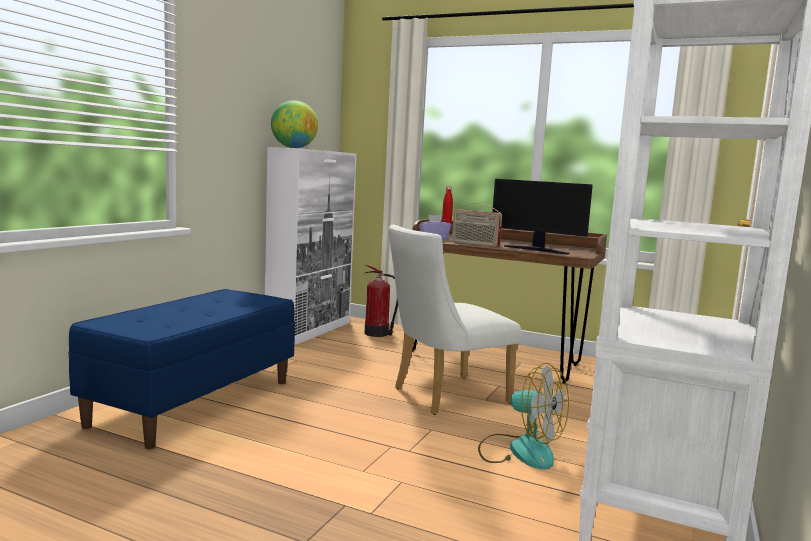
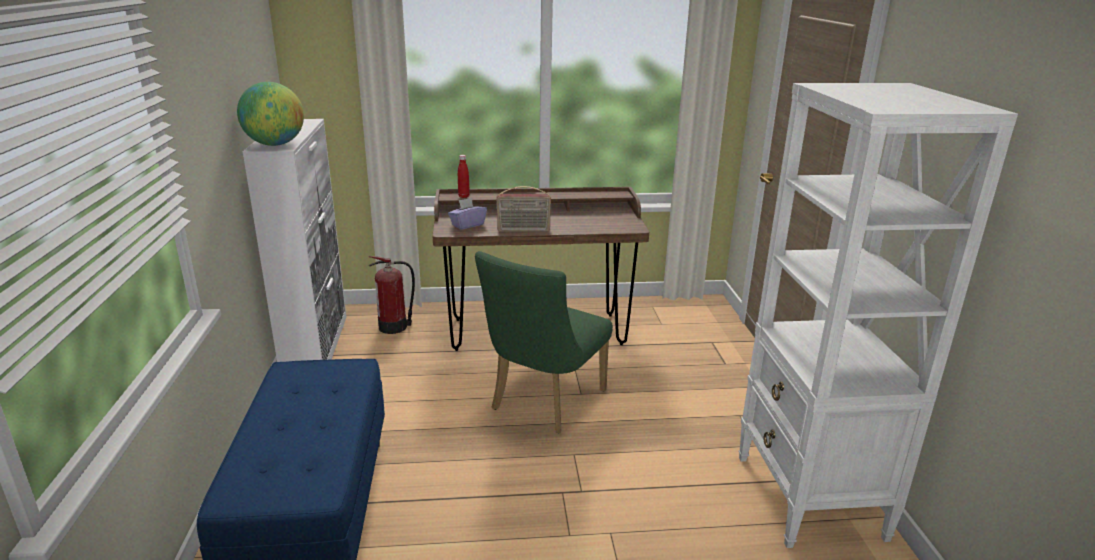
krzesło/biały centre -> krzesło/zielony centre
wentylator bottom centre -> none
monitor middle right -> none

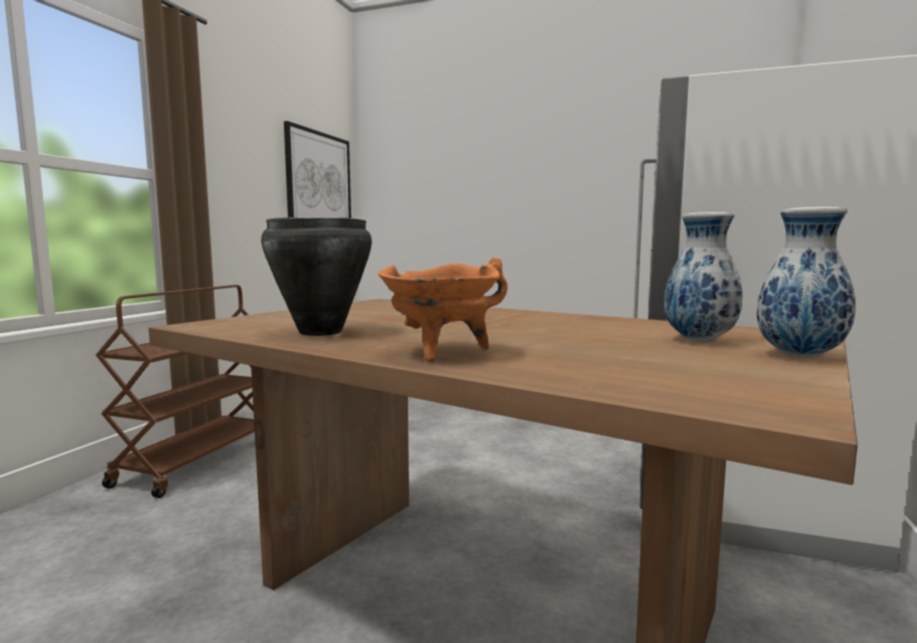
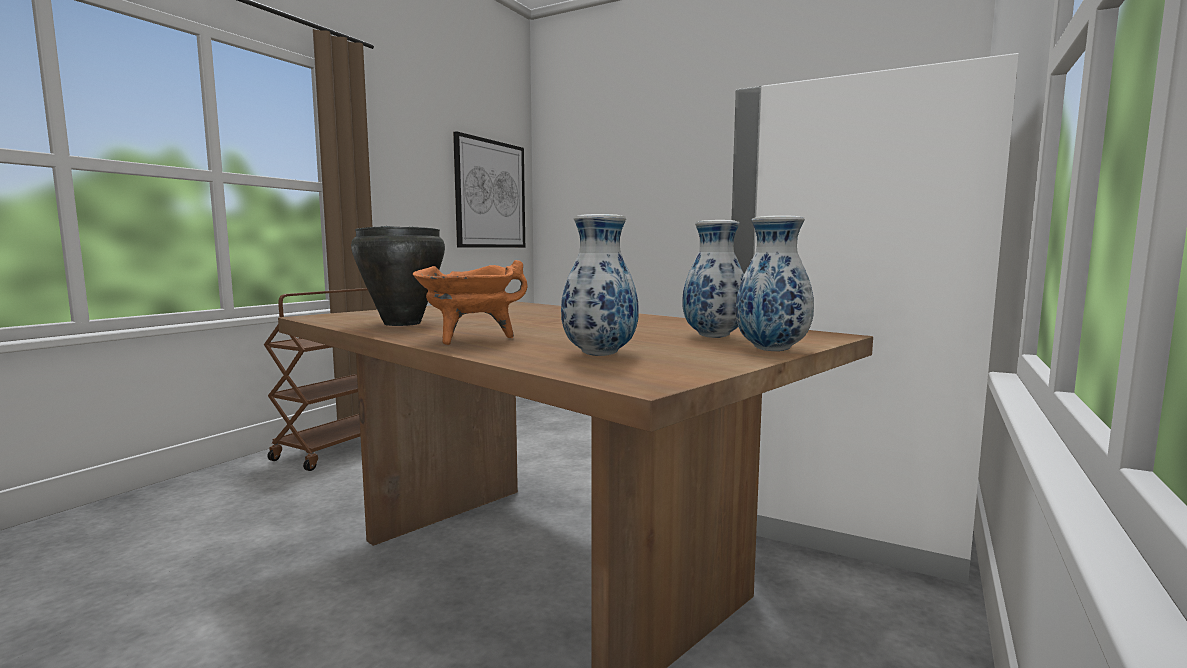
none -> wazon (no. 1 from left) centre

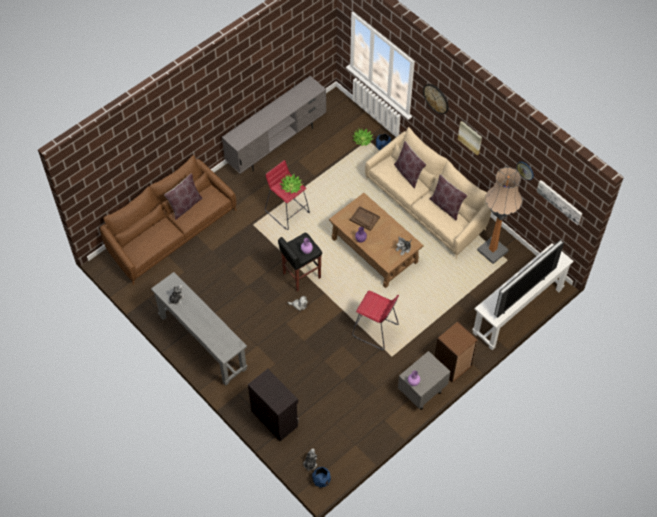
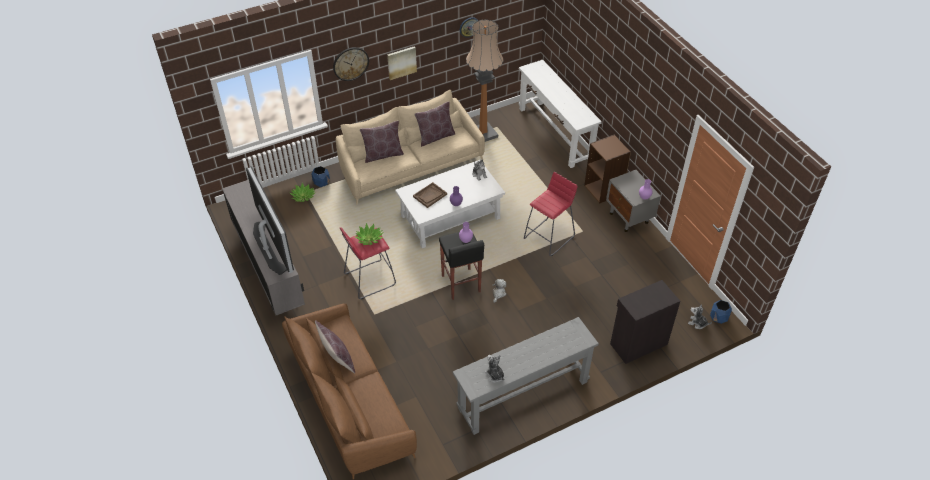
telewizor middle right -> telewizor middle left, shifted
ława/brązowy centre -> ława/biały centre
obraz (no. 2 from left) middle right -> none

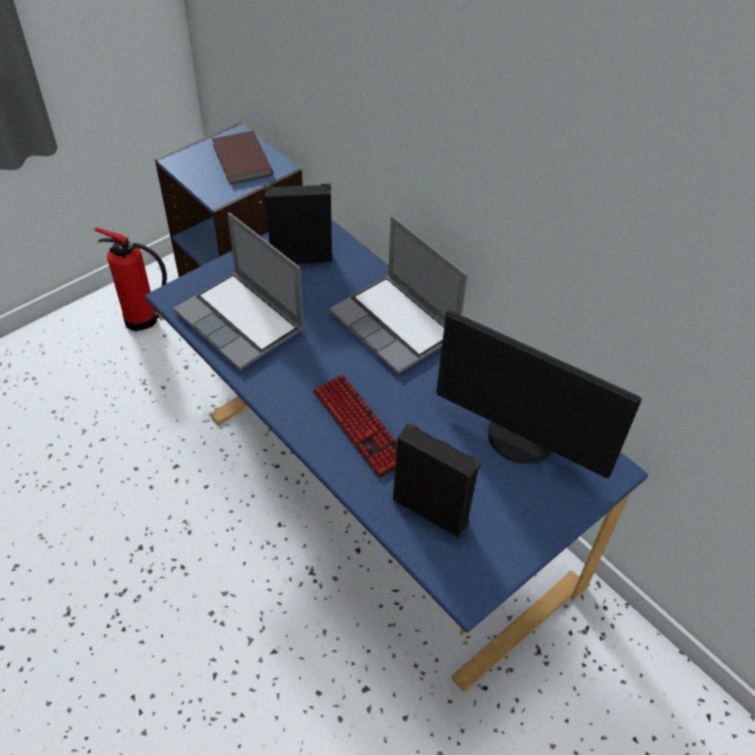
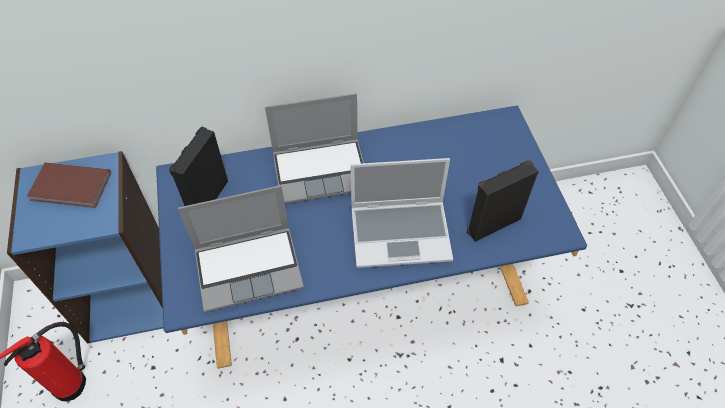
klawiatura centre -> laptop (no. 3 from left) centre
monitor middle right -> none

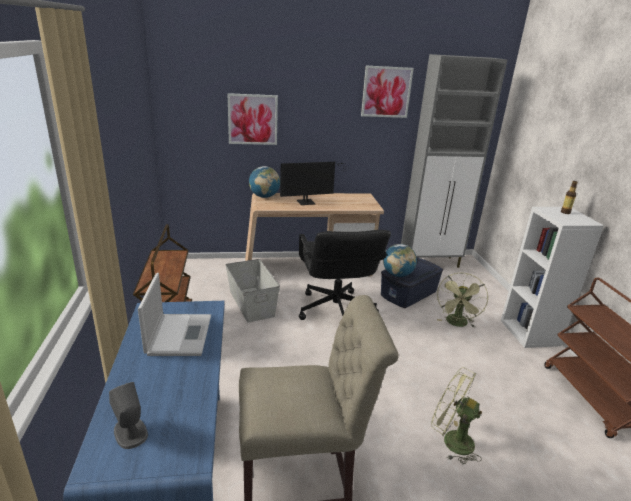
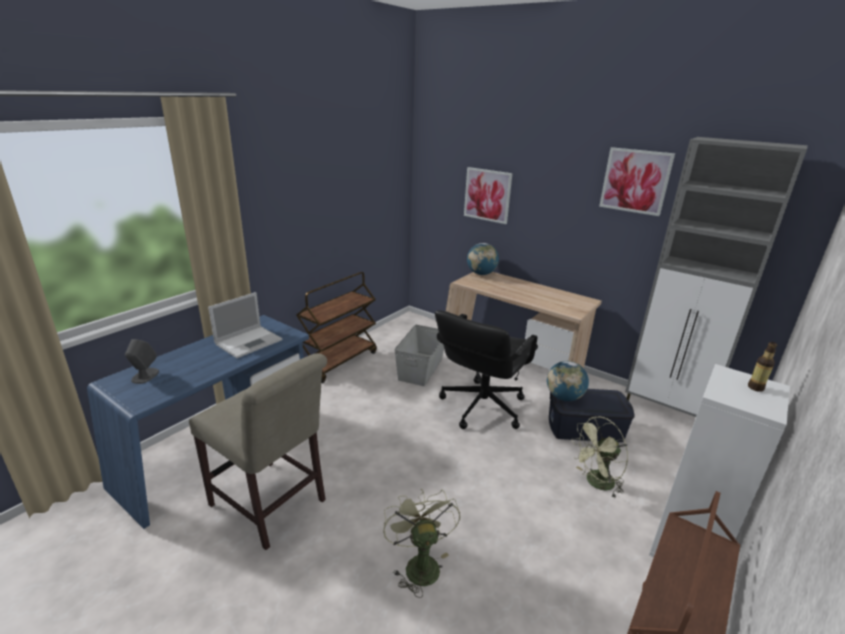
monitor centre -> none

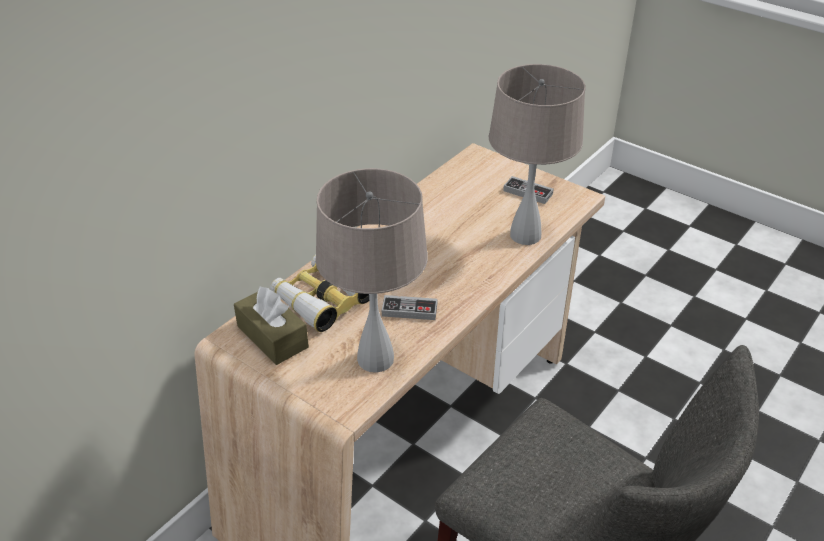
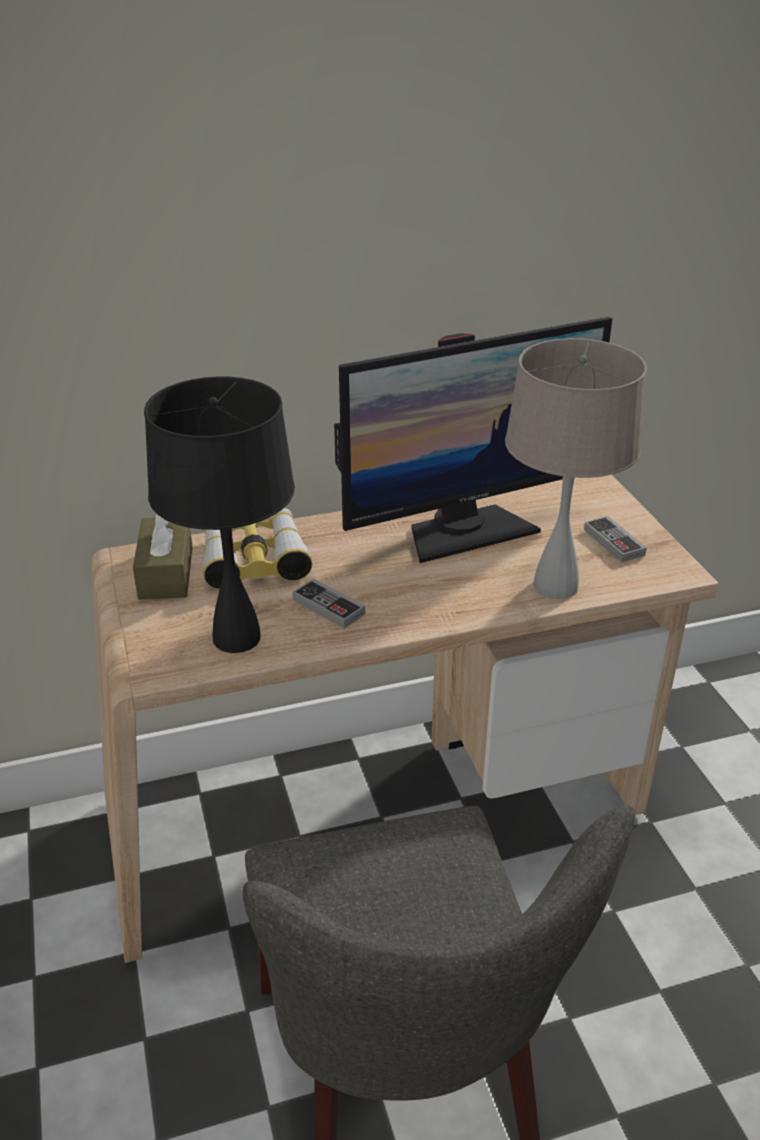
lampa stołowa/beżowy (no. 1 from left) centre -> lampa stołowa/czarny middle left
none -> monitor centre

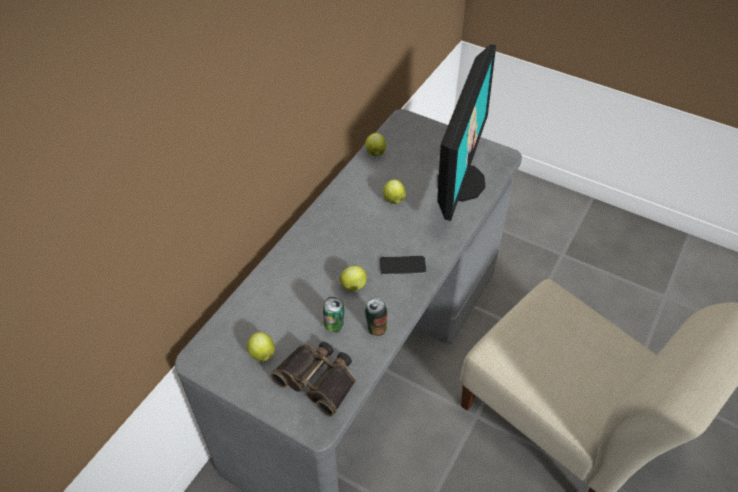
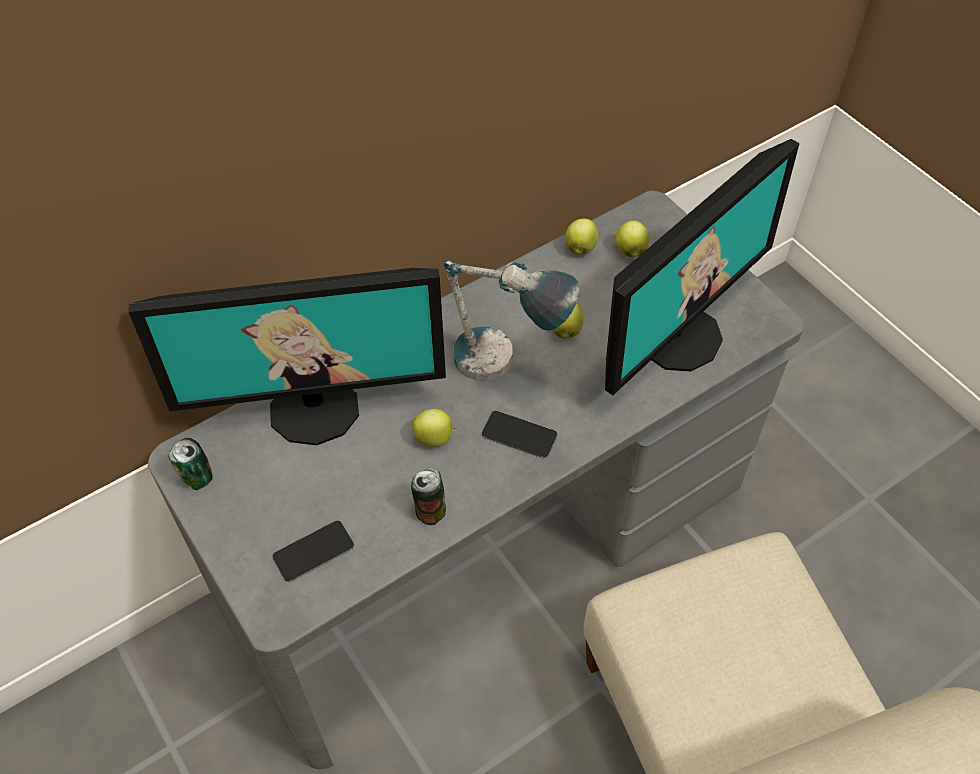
none -> monitor (no. 1 from left) middle left
puszka (no. 1 from left) centre -> puszka (no. 1 from left) middle left, shifted
lornetka bottom centre -> telefon (no. 1 from left) bottom left
none -> lampa stołowa centre
jabłko (no. 1 from left in the first image) bottom centre -> jabłko (no. 4 from left) top centre, shifted

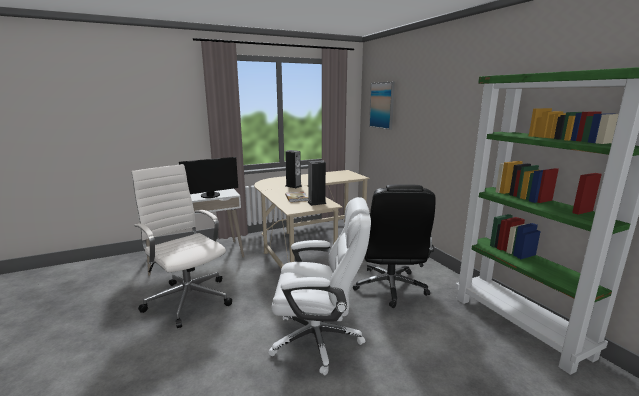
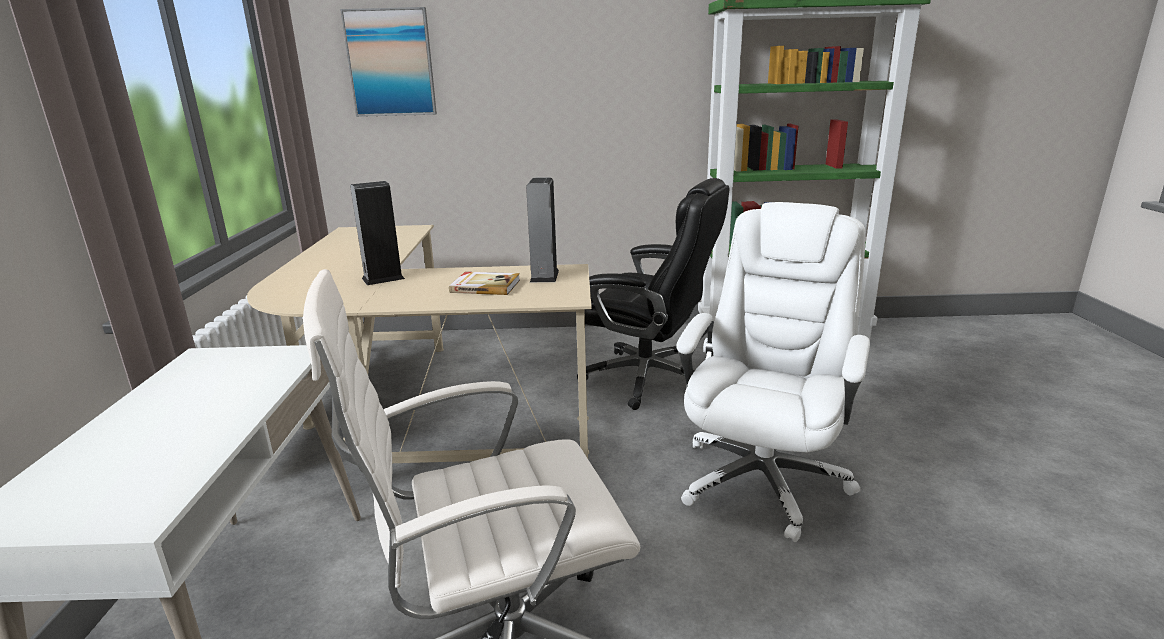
monitor middle left -> none

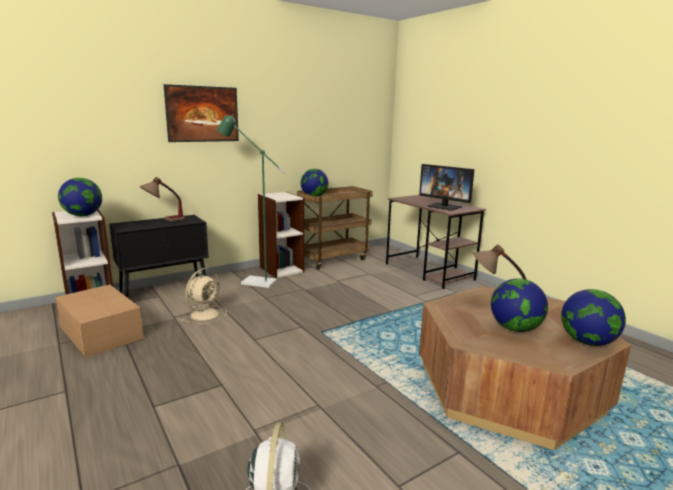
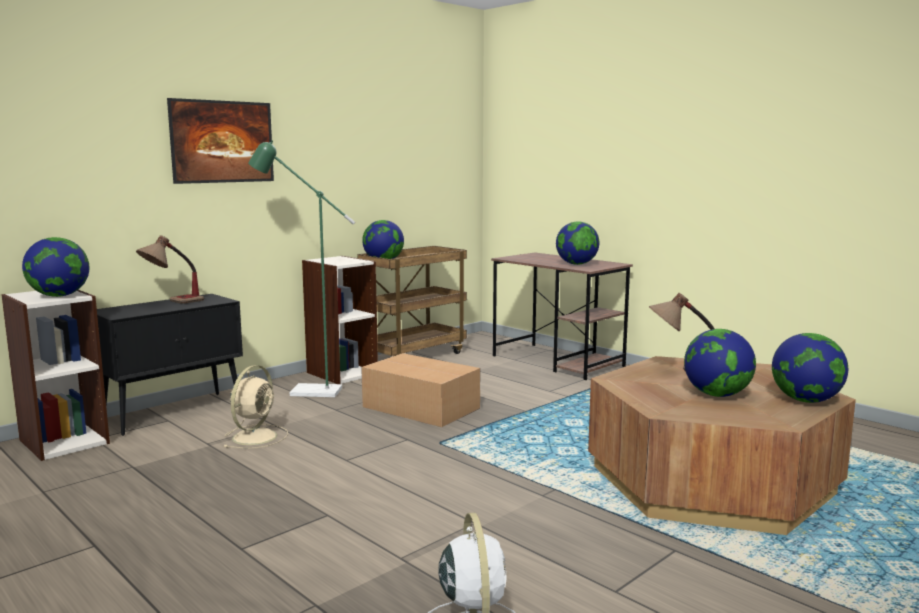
karton middle left -> karton centre, shifted
monitor centre -> globus (no. 3 from left) centre

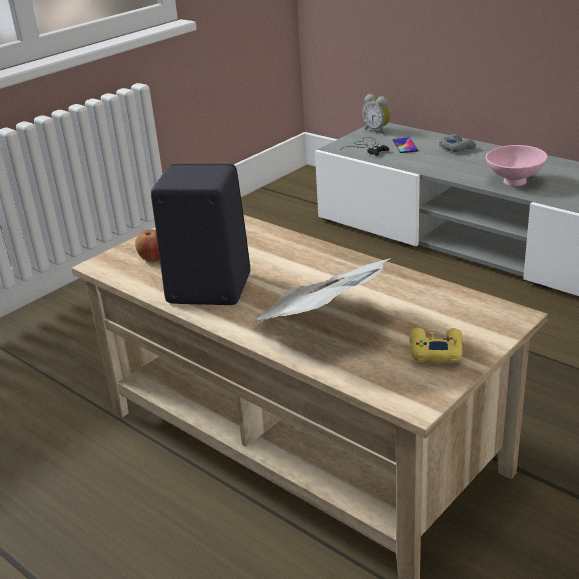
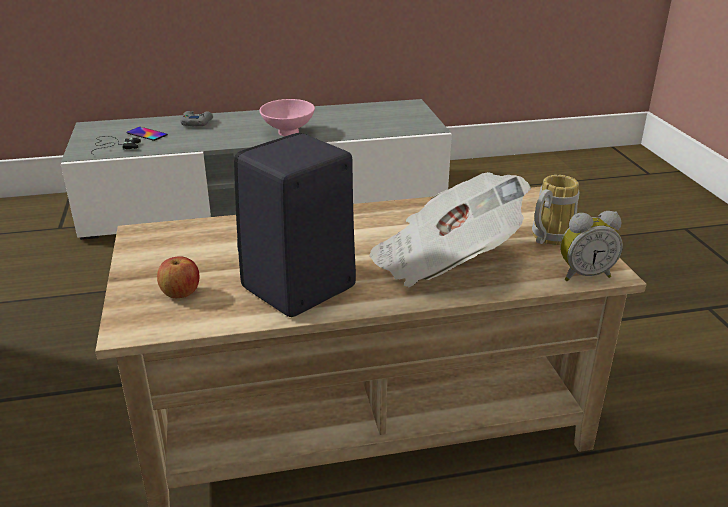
pad do gier/żółty middle right -> kubek middle right
budzik top centre -> budzik middle right, shifted

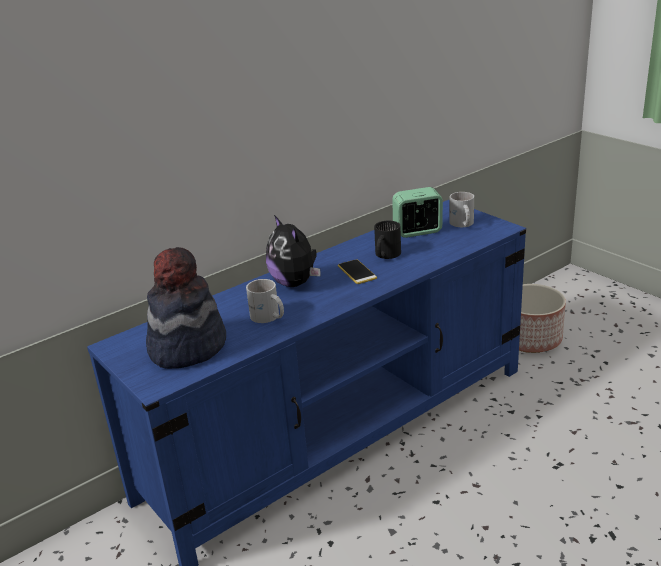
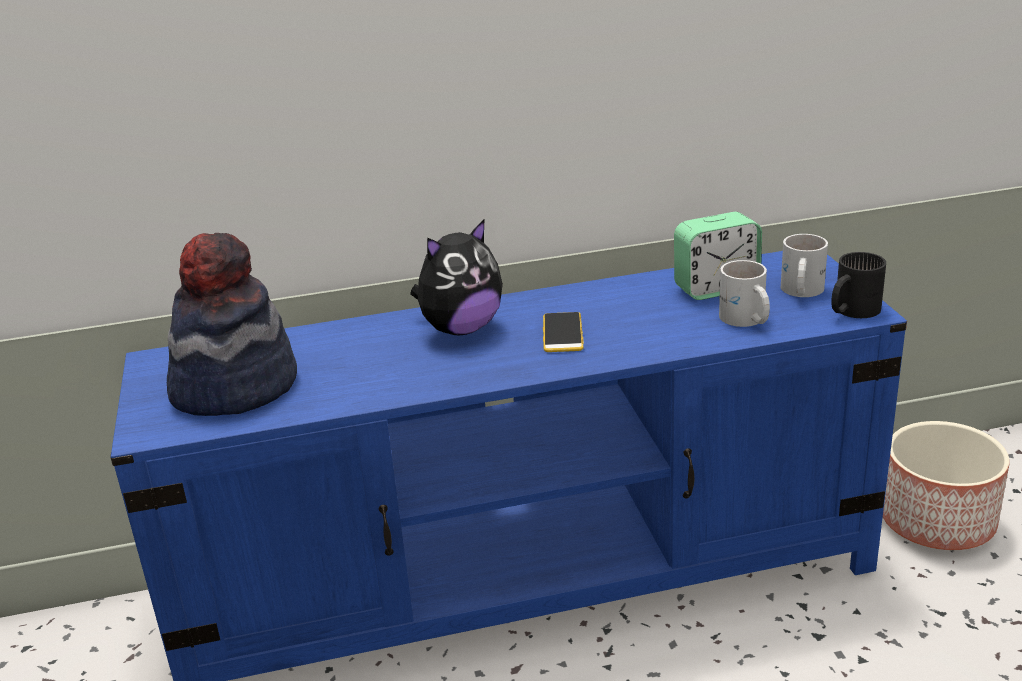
pluszak centre, 120 degrees counterclockwise
budzik centre -> budzik middle right, 150 degrees clockwise
kubek/biały (no. 1 from left) centre -> kubek/biały (no. 1 from left) middle right, shifted
kubek/czarny centre -> kubek/czarny middle right, shifted

